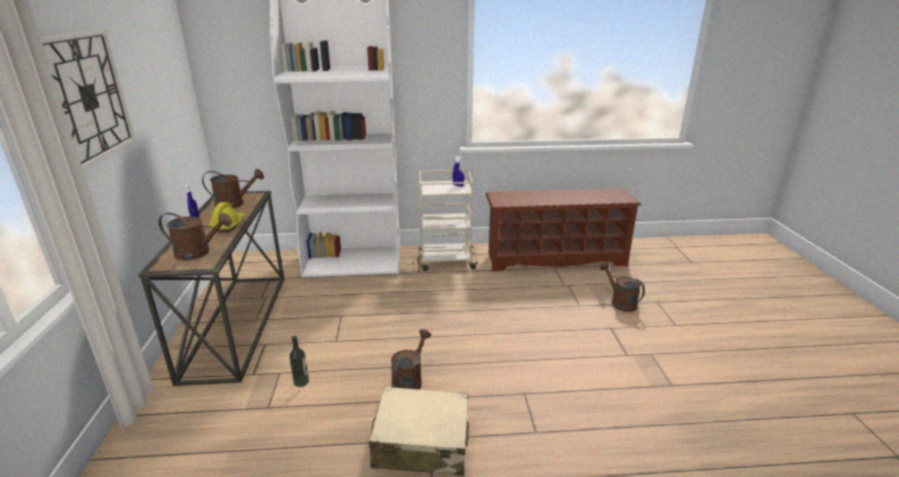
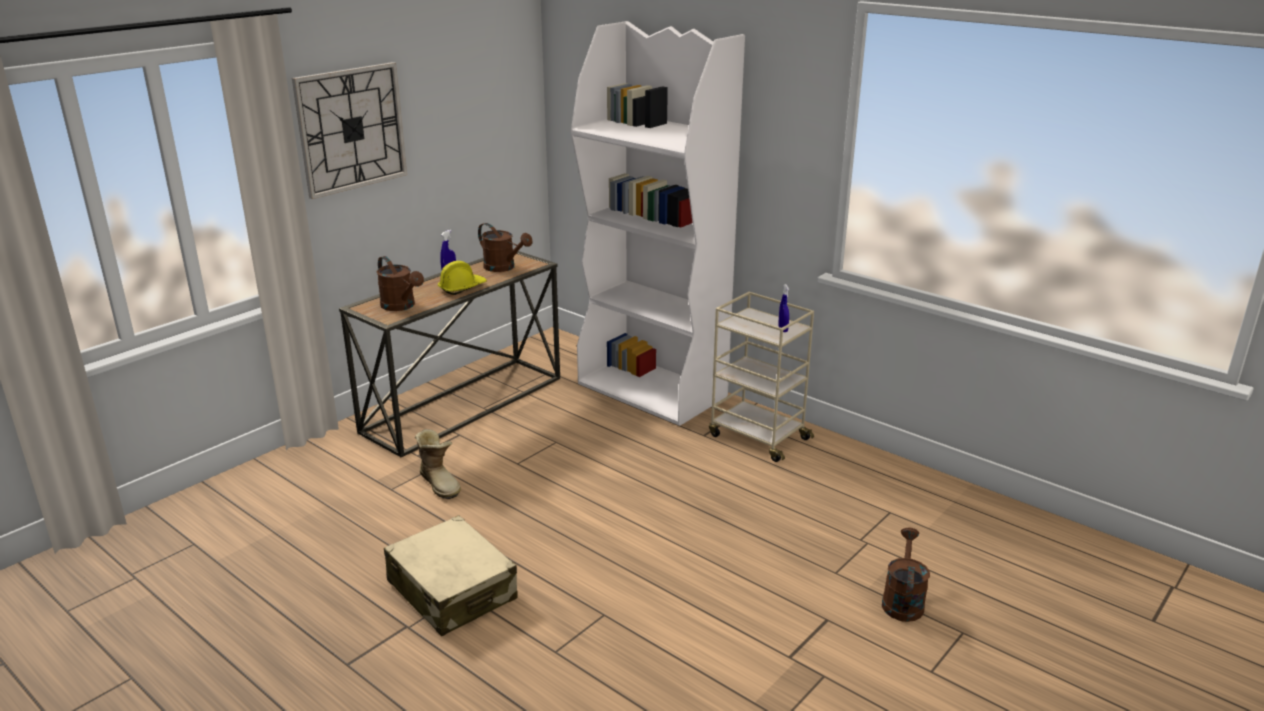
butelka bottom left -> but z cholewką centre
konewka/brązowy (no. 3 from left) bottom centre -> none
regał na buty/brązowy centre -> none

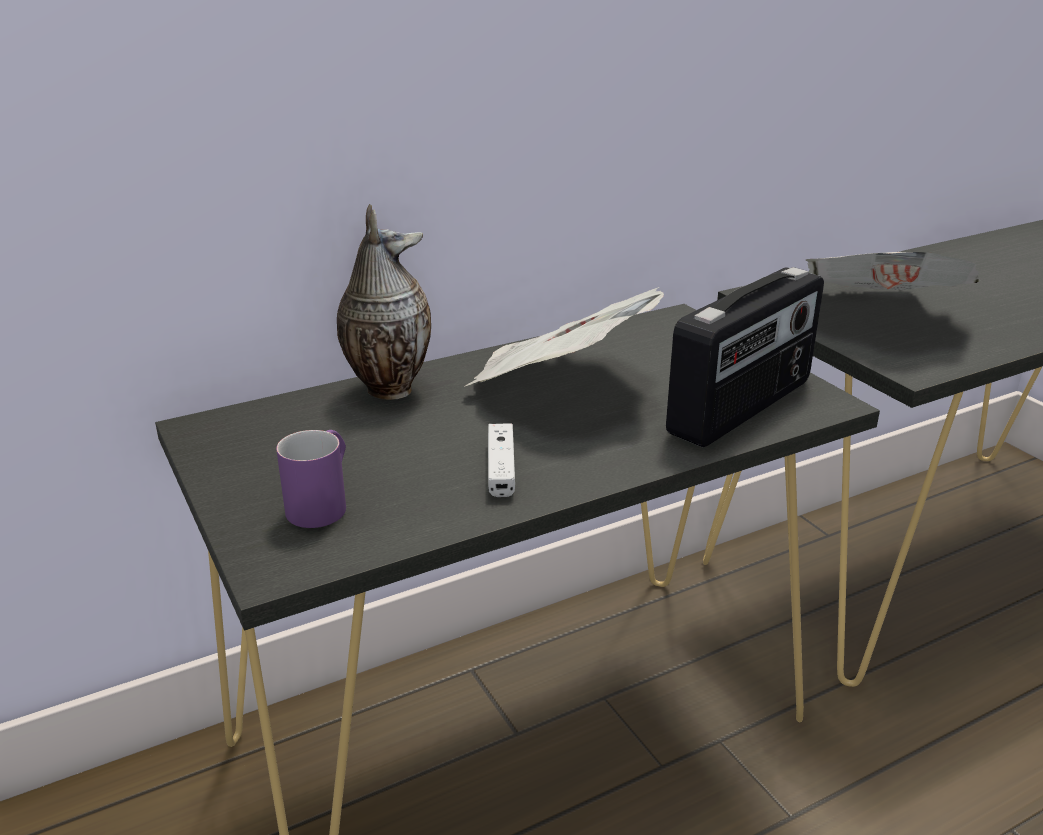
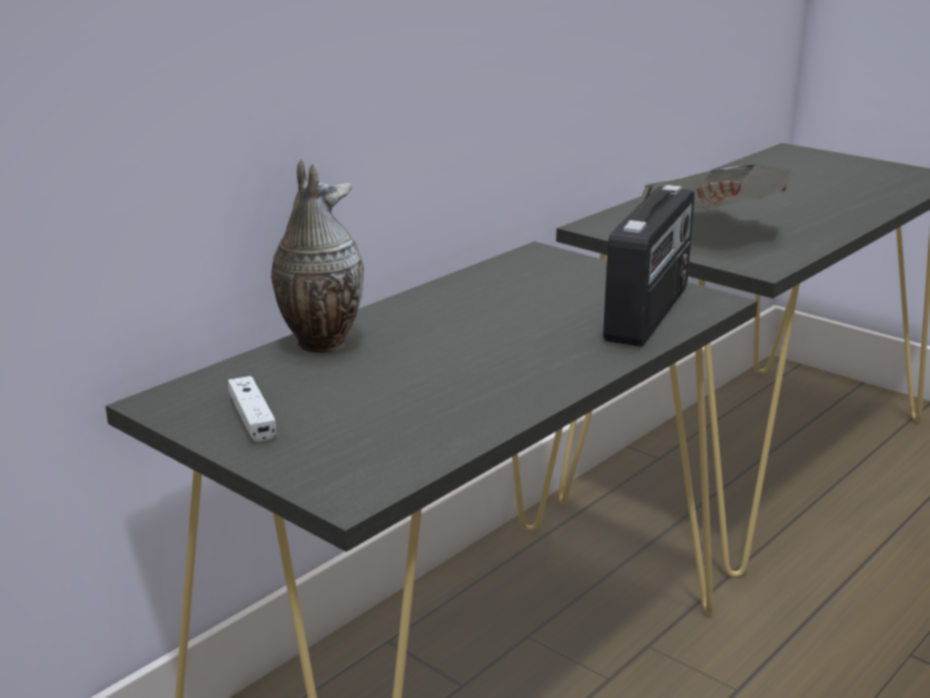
pad do gier/biały centre -> pad do gier/biały middle left, shifted
kubek/fioletowy middle left -> none
gazeta (no. 1 from left) centre -> none

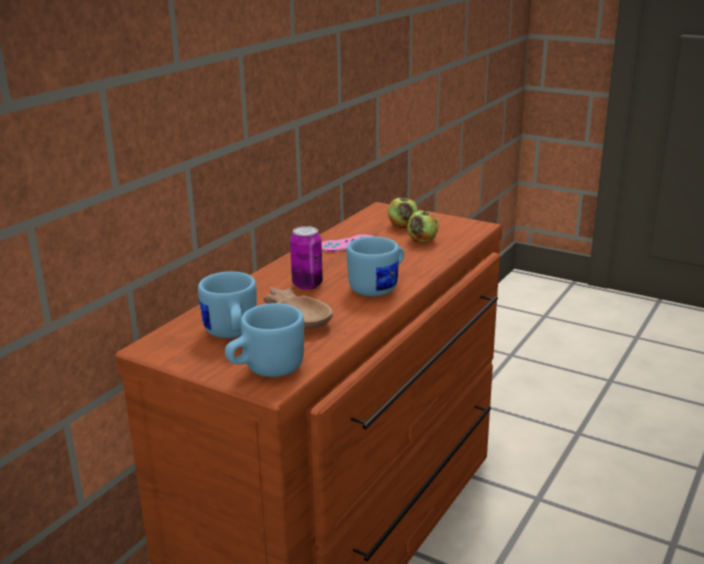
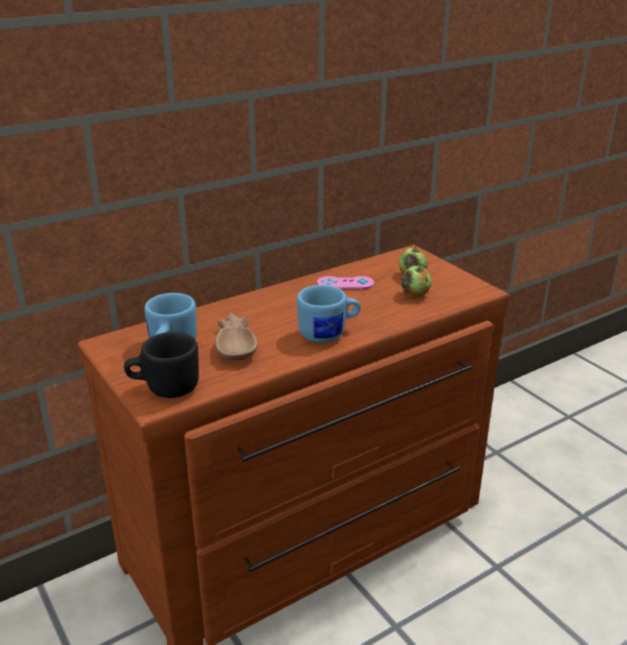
kubek/niebieski (no. 2 from left) centre -> kubek/czarny middle left
puszka centre -> none

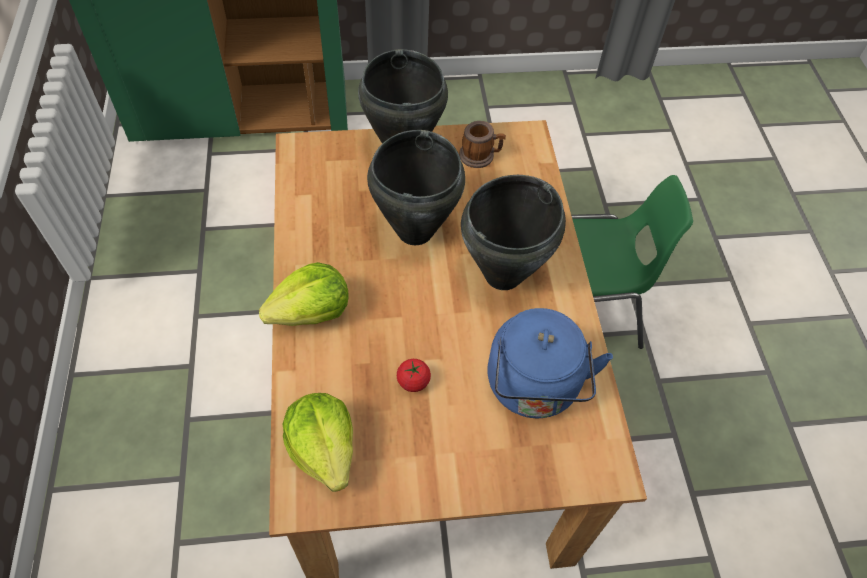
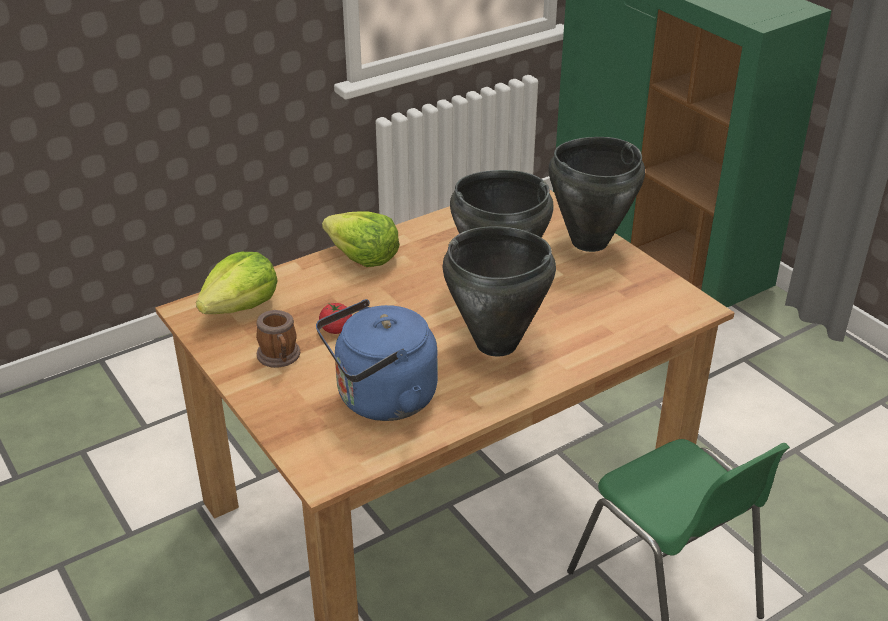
kubek top centre -> kubek middle left, shifted

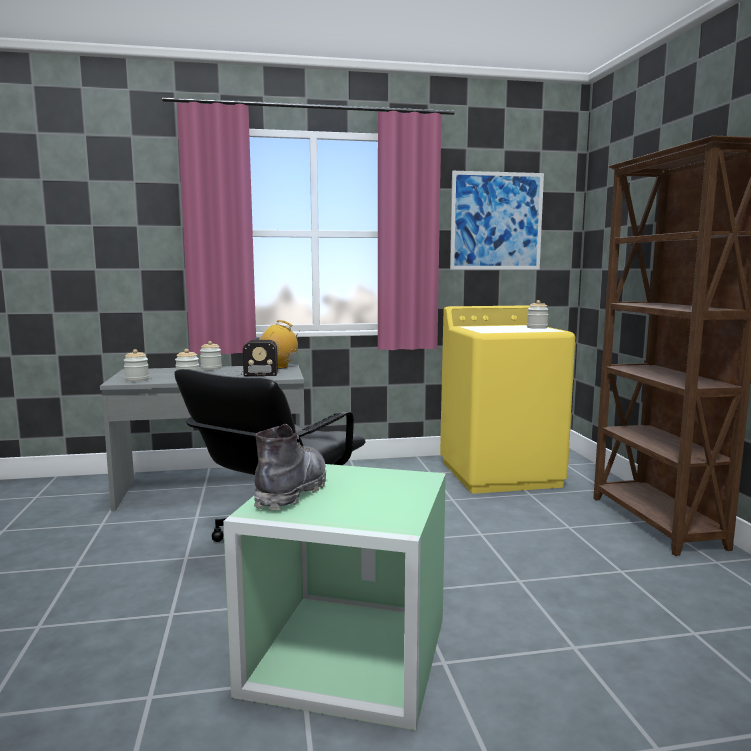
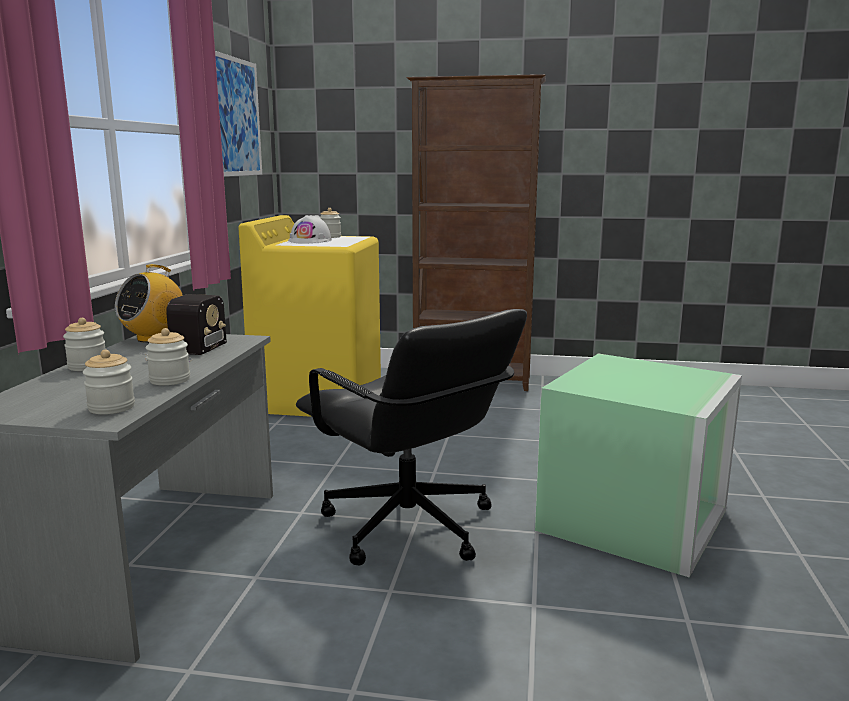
none -> kask/biały top centre
but z cholewką/szary centre -> none

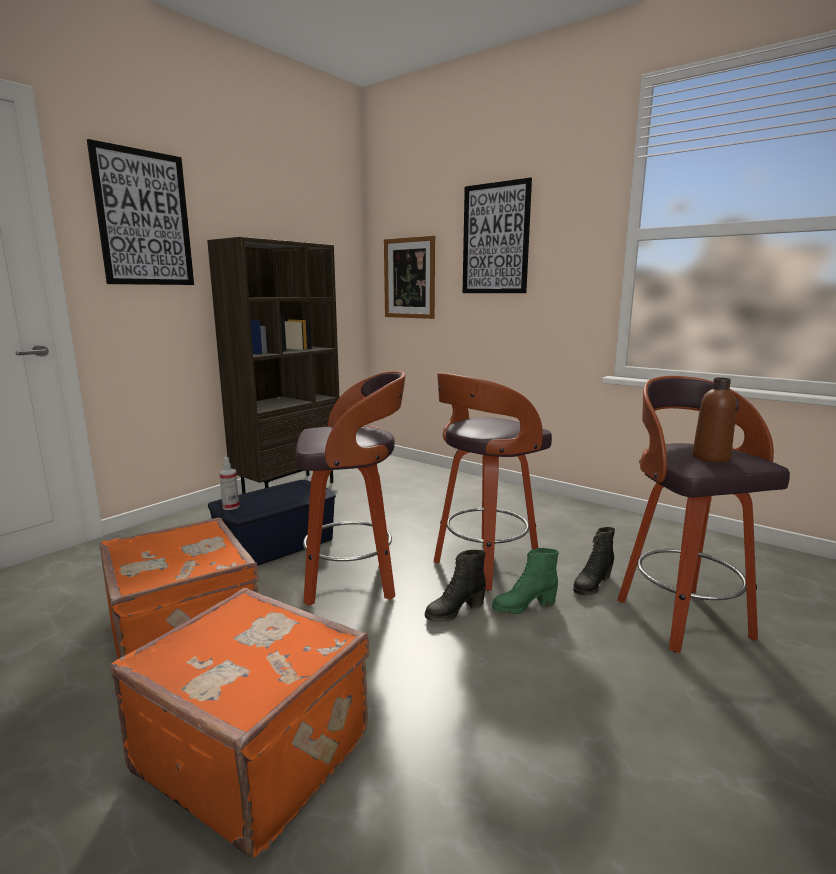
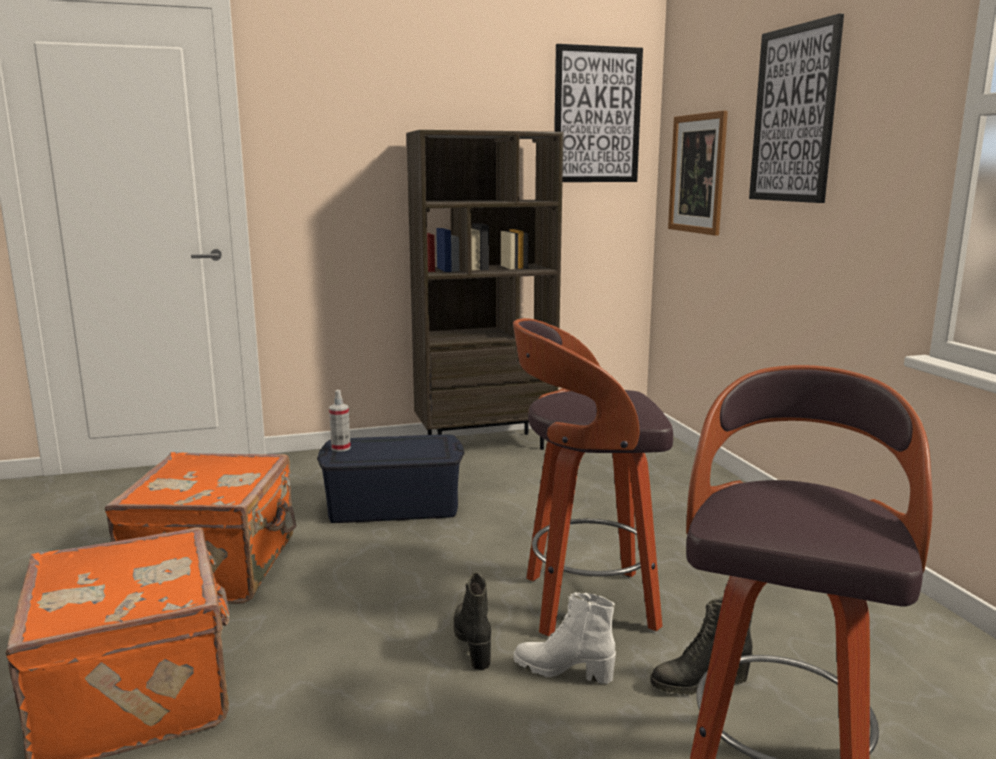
but z cholewką/czarny (no. 1 from left) bottom centre, 75 degrees clockwise
but z cholewką/zielony centre -> but z cholewką/biały bottom centre
obraz (no. 1 from left) top left -> obraz (no. 1 from left) top centre, shifted
stołek (no. 1 from left) centre -> none
butelka/brązowy middle right -> none

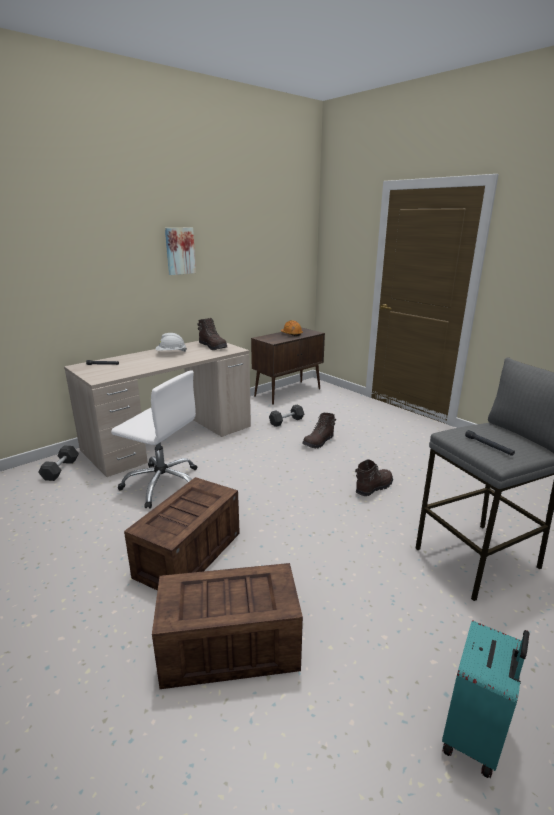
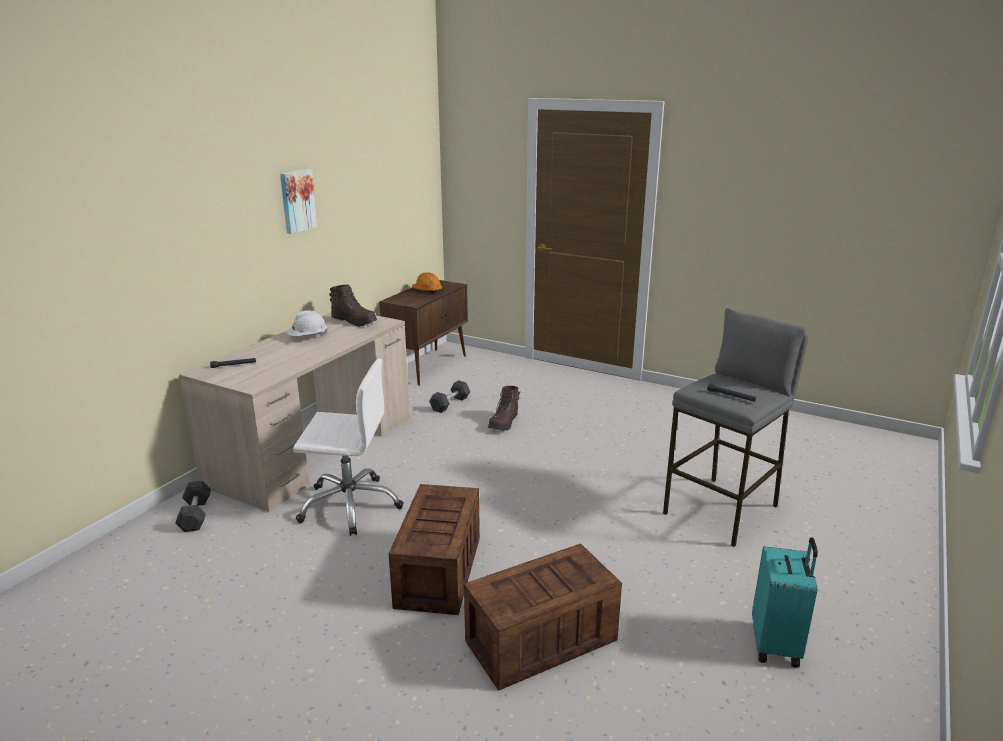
but z cholewką/brązowy (no. 3 from left) middle right -> none

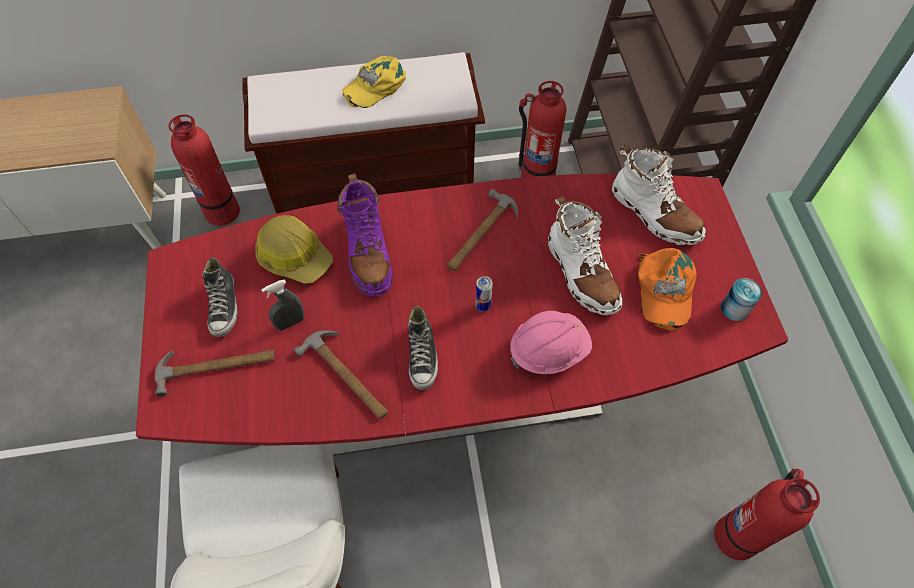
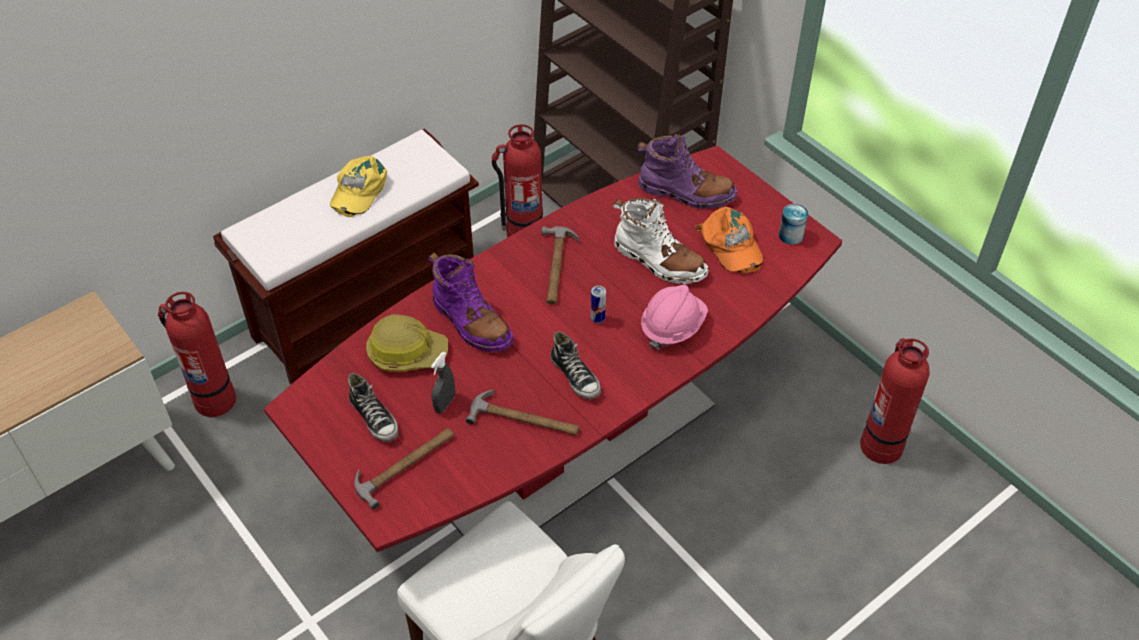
but z cholewką/biały (no. 2 from left) top right -> but z cholewką/fioletowy (no. 2 from left) top centre

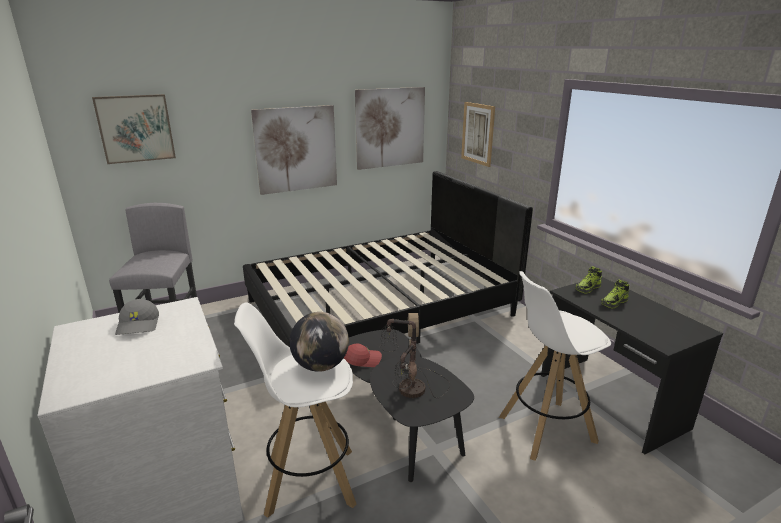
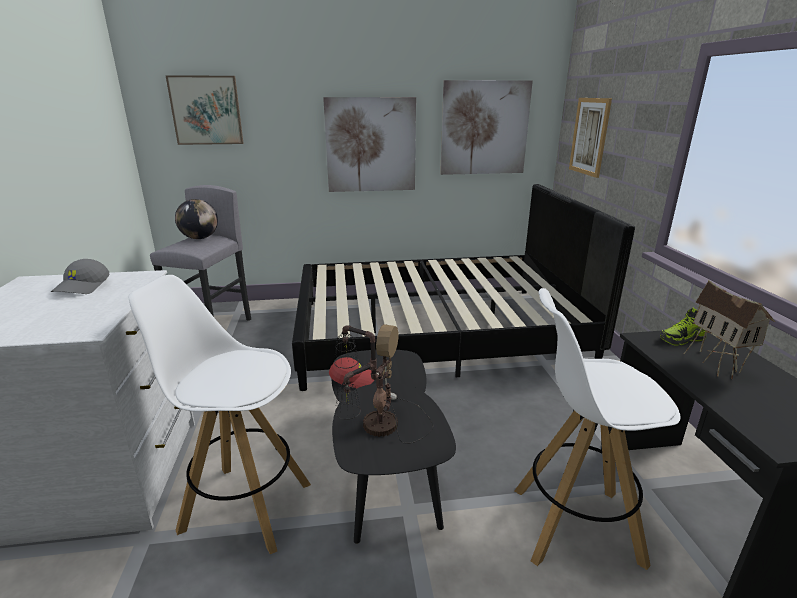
globus centre -> globus middle left, shifted
but (no. 2 from left) middle right -> domek middle right

